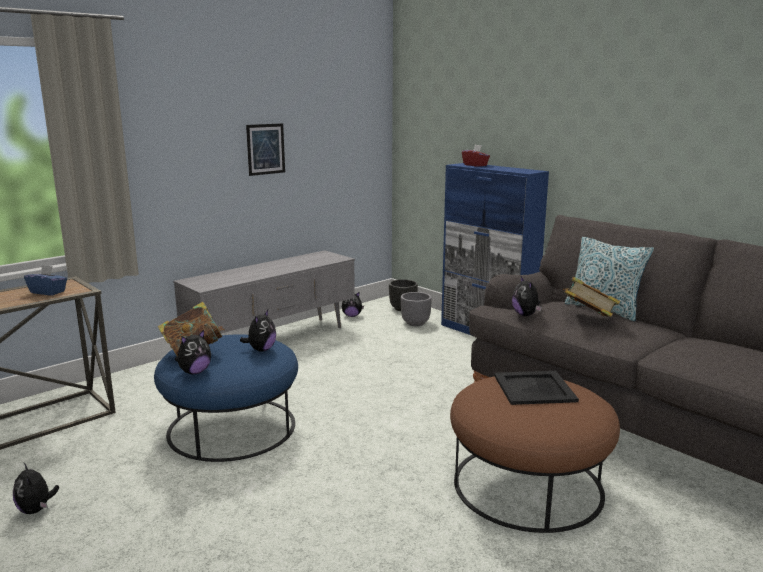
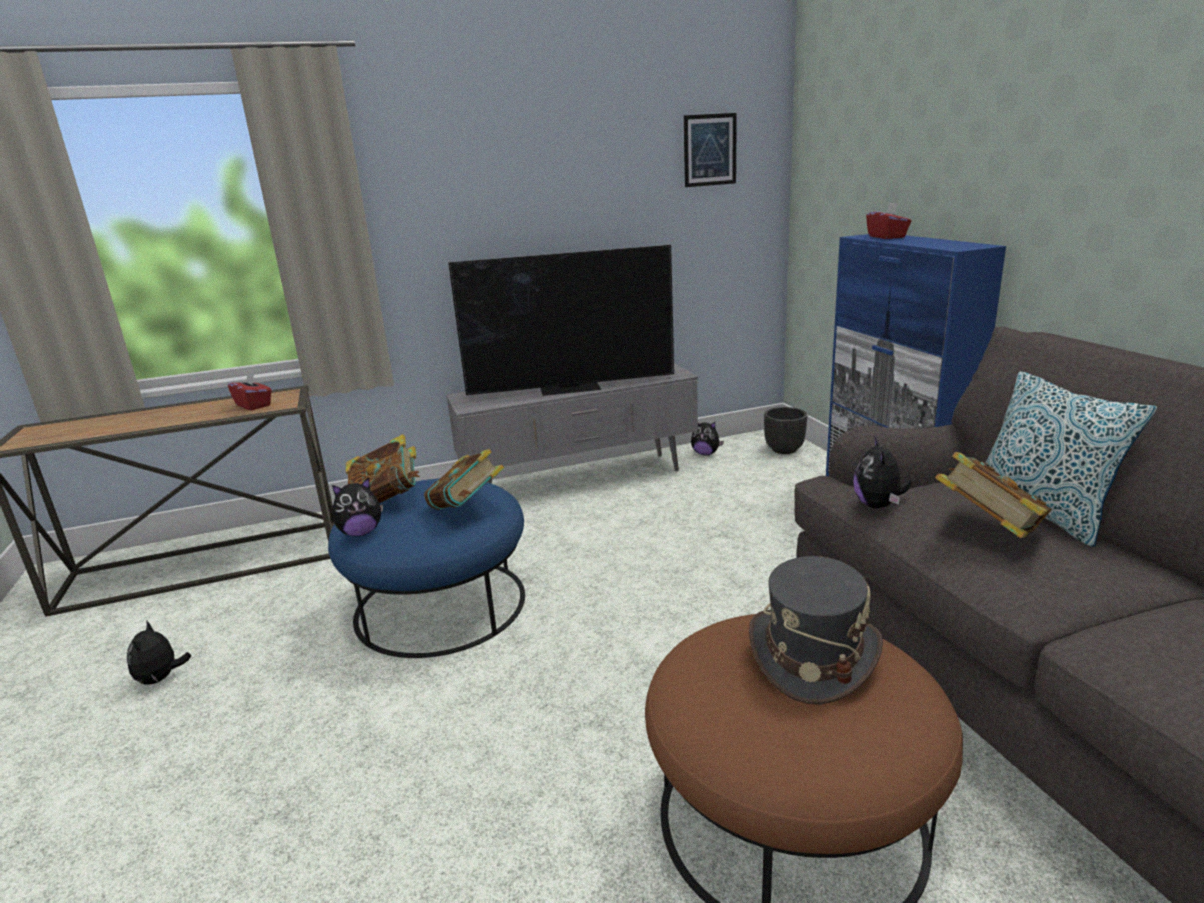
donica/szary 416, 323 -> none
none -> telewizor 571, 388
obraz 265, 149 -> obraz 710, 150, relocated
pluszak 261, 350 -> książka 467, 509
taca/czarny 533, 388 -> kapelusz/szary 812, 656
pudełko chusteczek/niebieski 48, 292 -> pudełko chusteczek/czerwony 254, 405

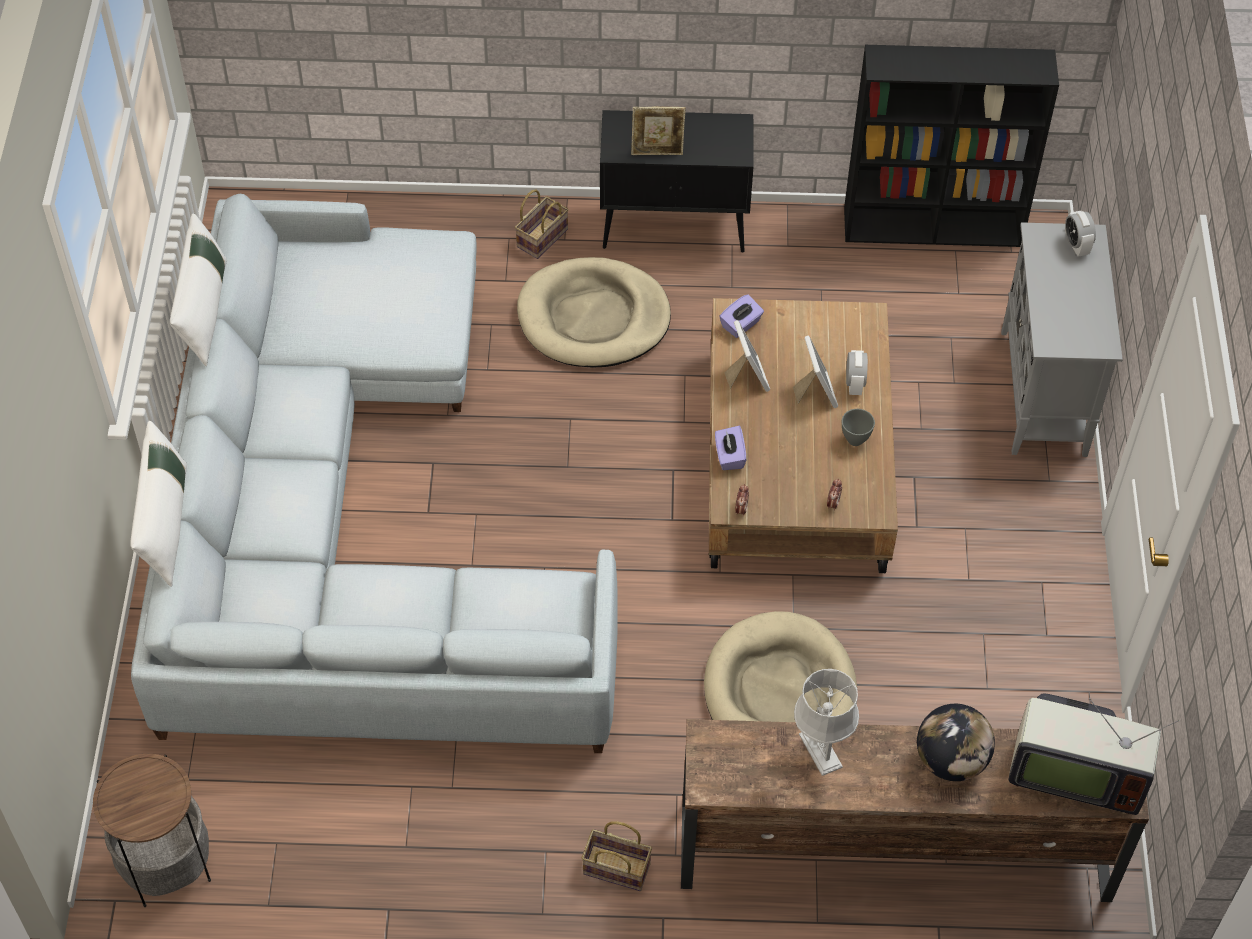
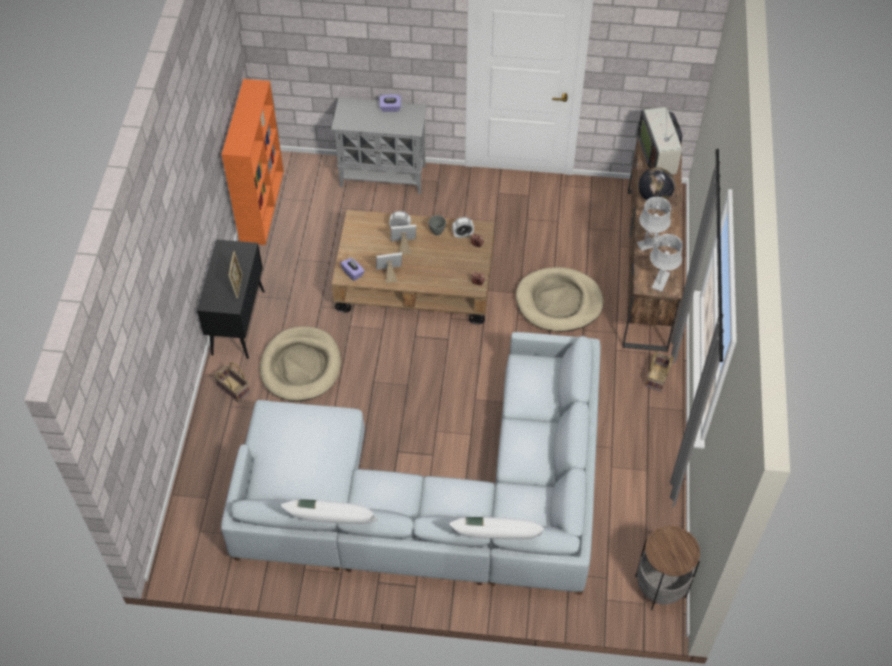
none -> lampa stołowa/szary 660, 281
pudełko chusteczek/fioletowy 729, 456 -> pudełko chusteczek/fioletowy 390, 108, relocated
budzik 1076, 246 -> budzik 462, 235, relocated
regał/czarny 934, 226 -> regał/pomarańczowy 262, 205
telewizor 1074, 772 -> telewizor 659, 155, 150 degrees clockwise

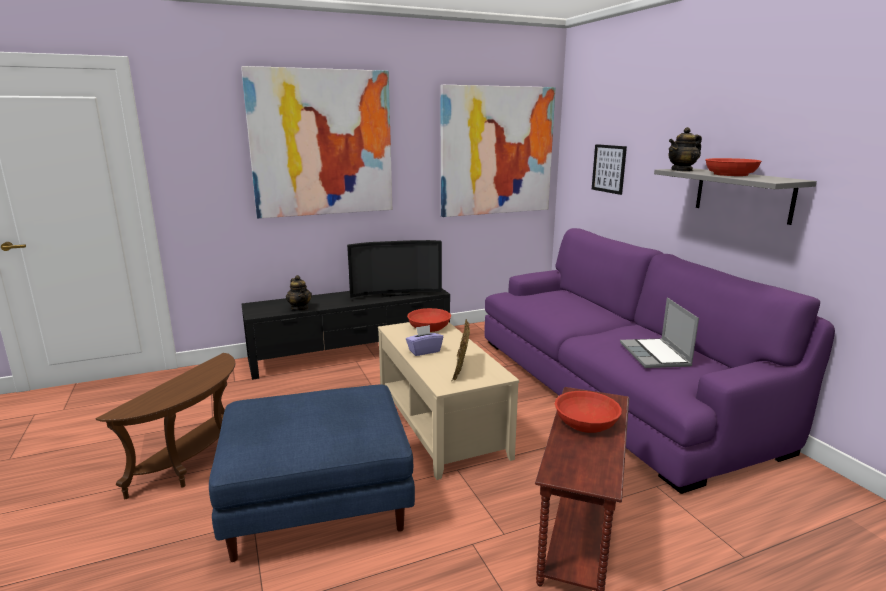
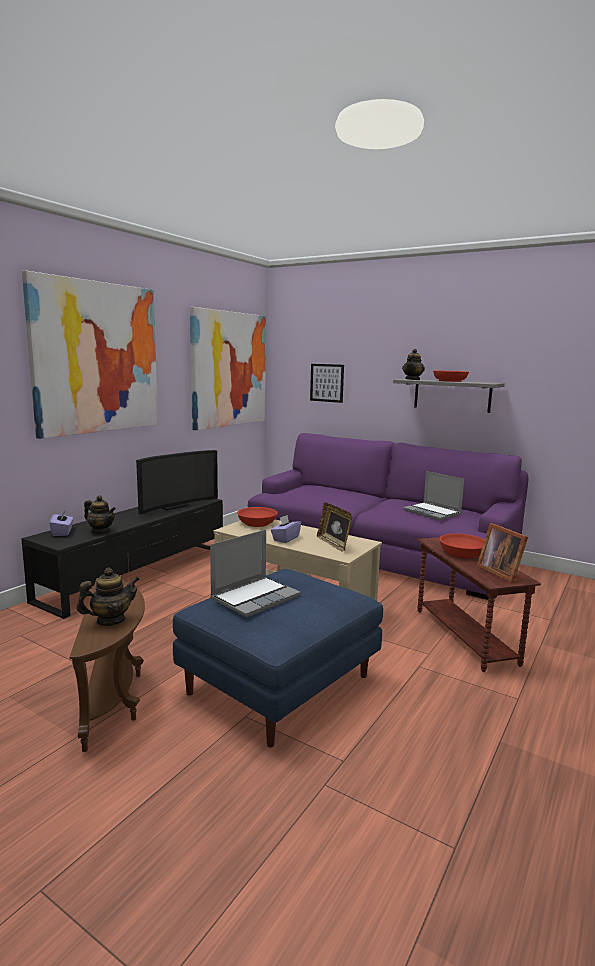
none -> pudełko chusteczek/fioletowy 62, 532
none -> imbryk 110, 620
none -> laptop 255, 597
none -> ramka na zdjęcie 500, 572

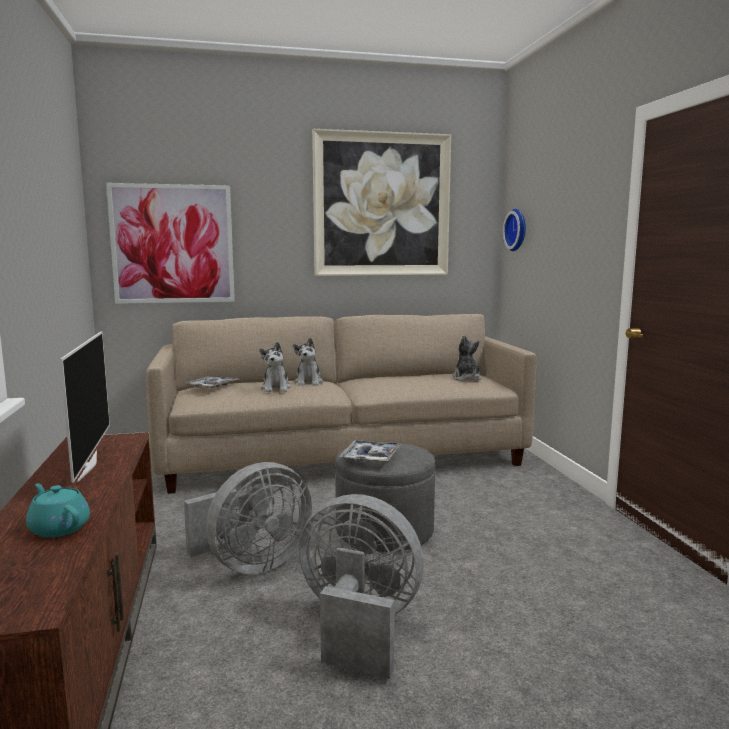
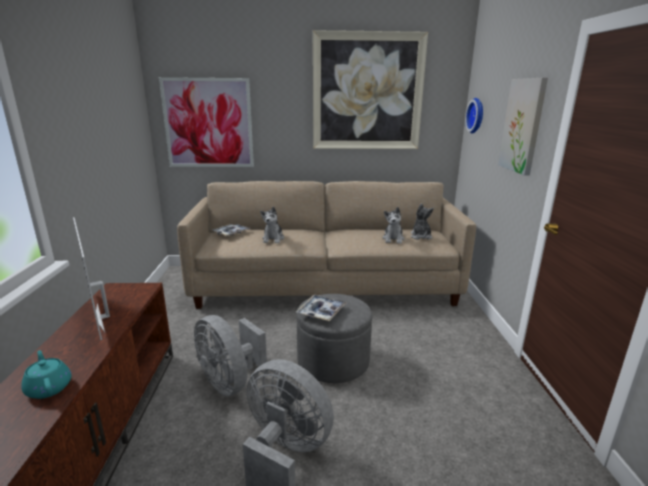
none -> obraz 523, 125
pluszak 308, 382 -> pluszak 393, 239, relocated
telewizor 86, 465 -> telewizor 102, 317, 150 degrees clockwise
wentylator/szary 252, 564 -> wentylator/szary 230, 382, 75 degrees clockwise

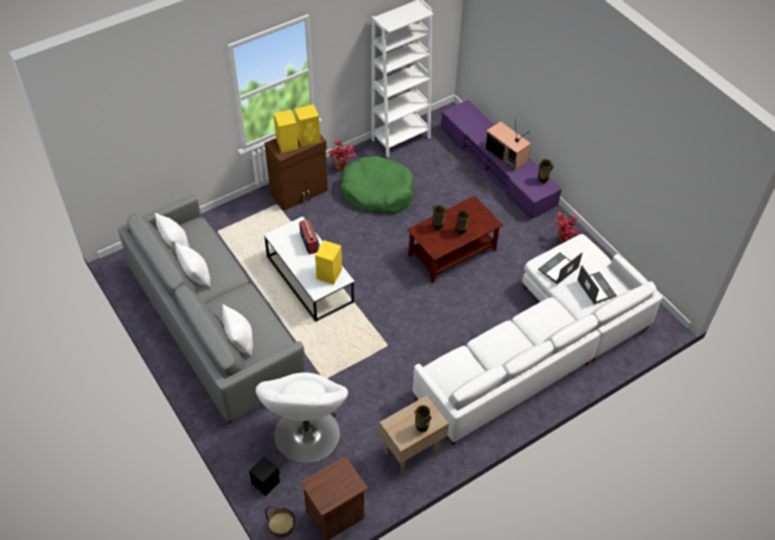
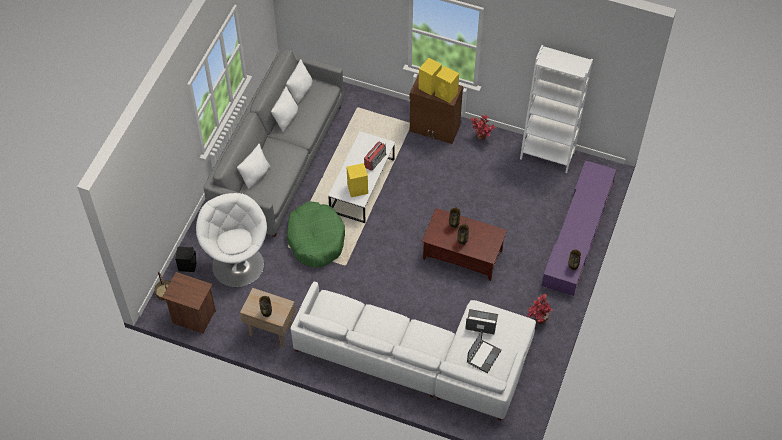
telewizor 507, 154 -> none
legowisko/zielony 377, 192 -> legowisko/zielony 316, 239, relocated
fotel/biały 306, 435 -> fotel/biały 238, 264, 105 degrees clockwise

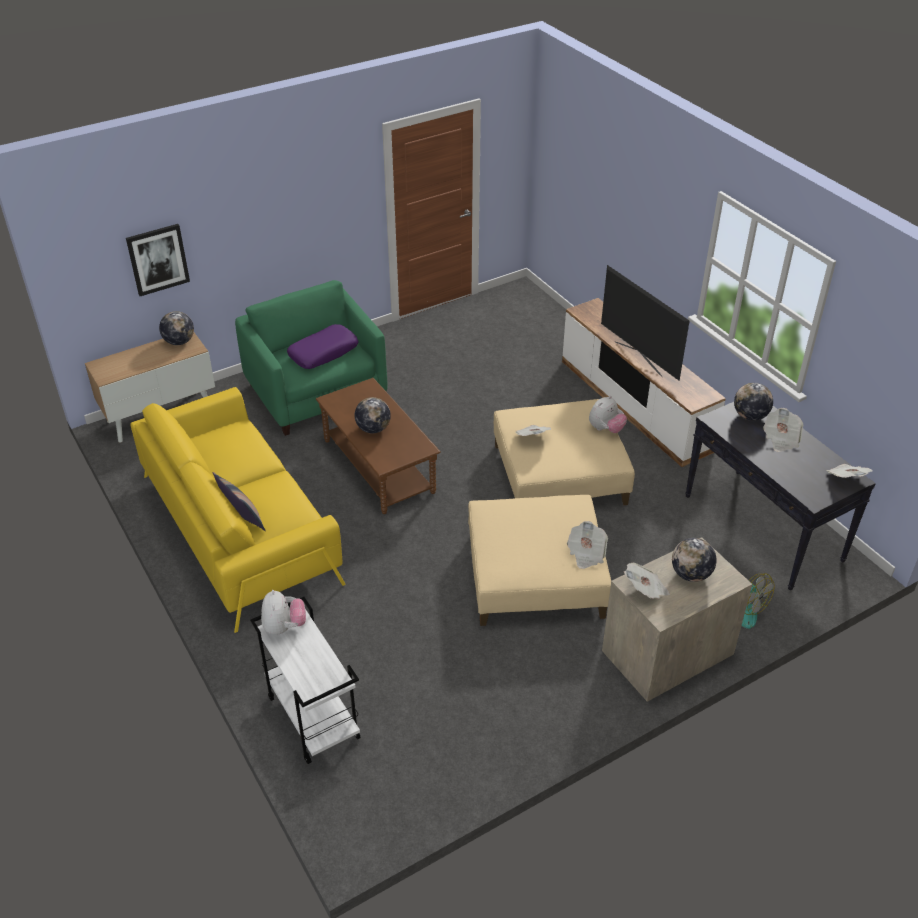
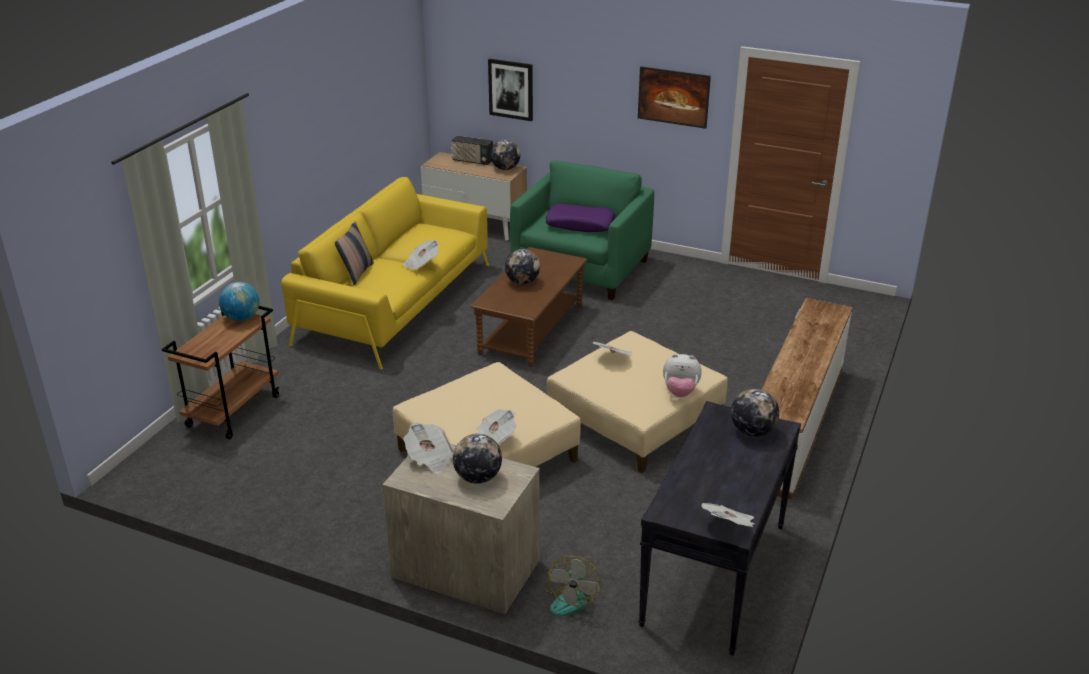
telewizor 638, 358 -> none
none -> radio 472, 161
none -> obraz 672, 110
gazeta 780, 439 -> gazeta 421, 264, relocated
pluszak 284, 627 -> globus 242, 318
wózek/biały 312, 717 -> wózek/brązowy 233, 411

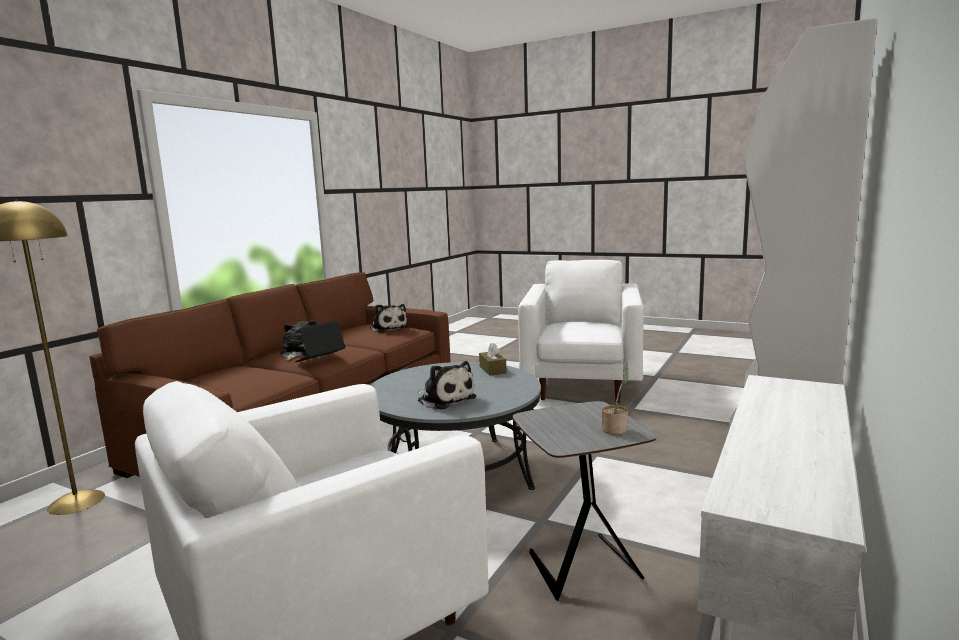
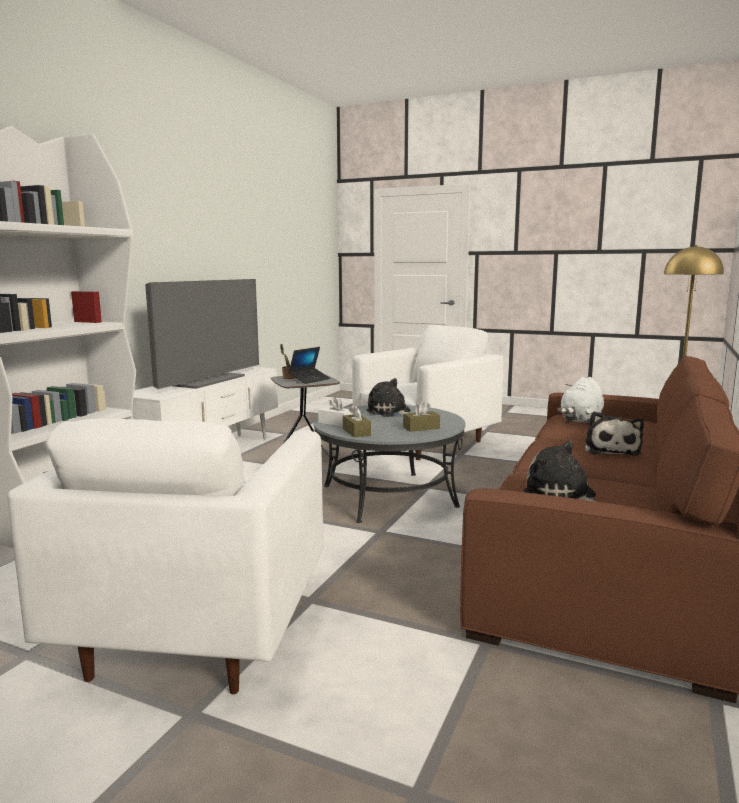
none -> telewizor 207, 380
none -> pudełko chusteczek/biały 336, 423
none -> pudełko chusteczek/brązowy 421, 428
none -> pluszak/biały 581, 420
laptop 320, 359 -> laptop 309, 380, relocated

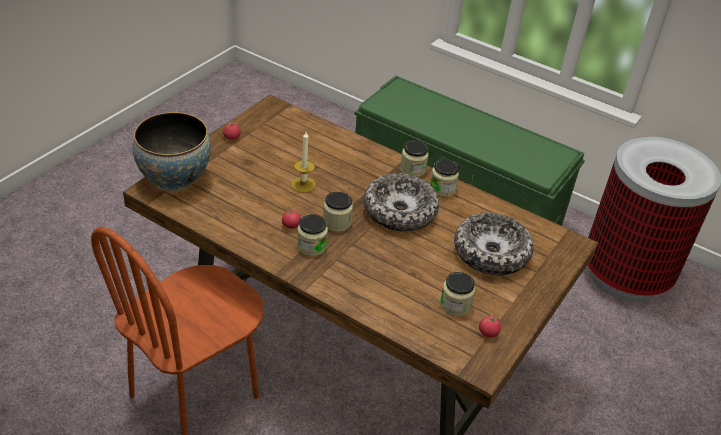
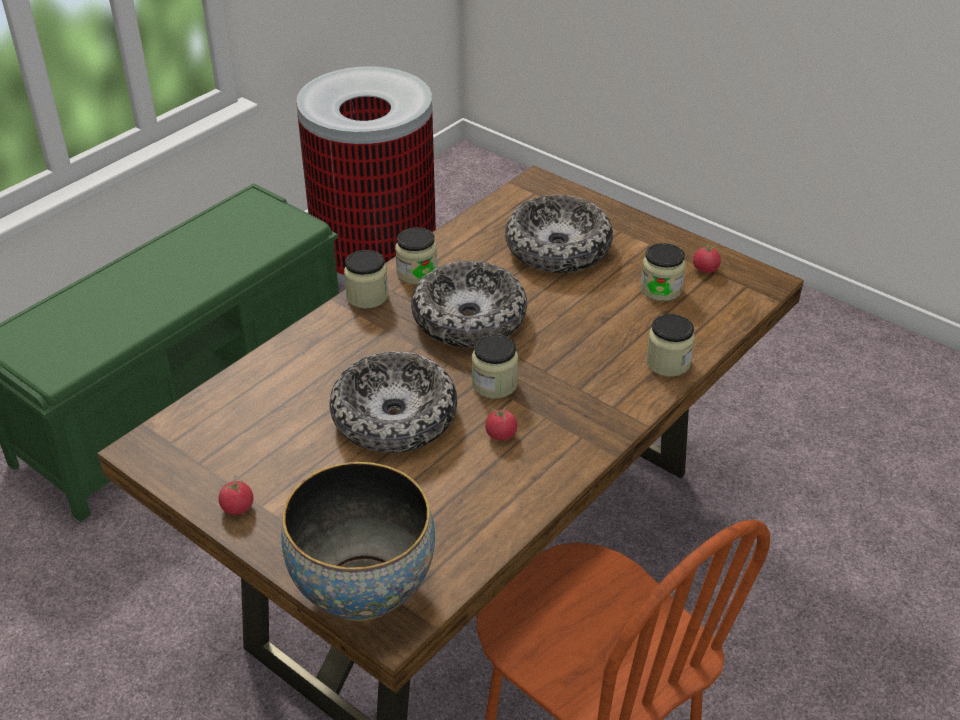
słoik 311, 246 -> słoik 668, 363, relocated
świeca 303, 184 -> miska 394, 416

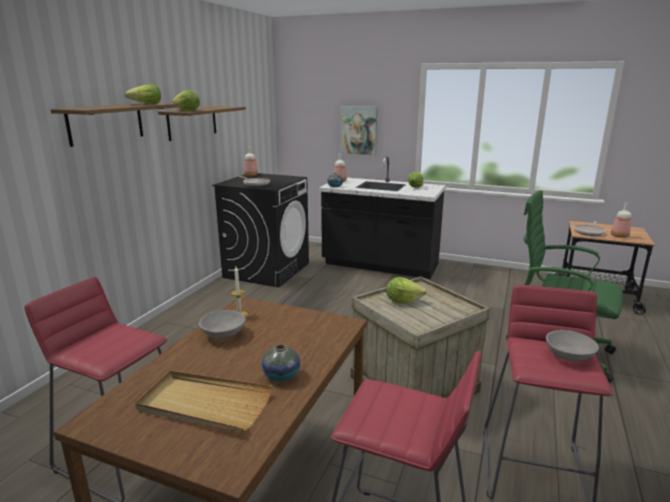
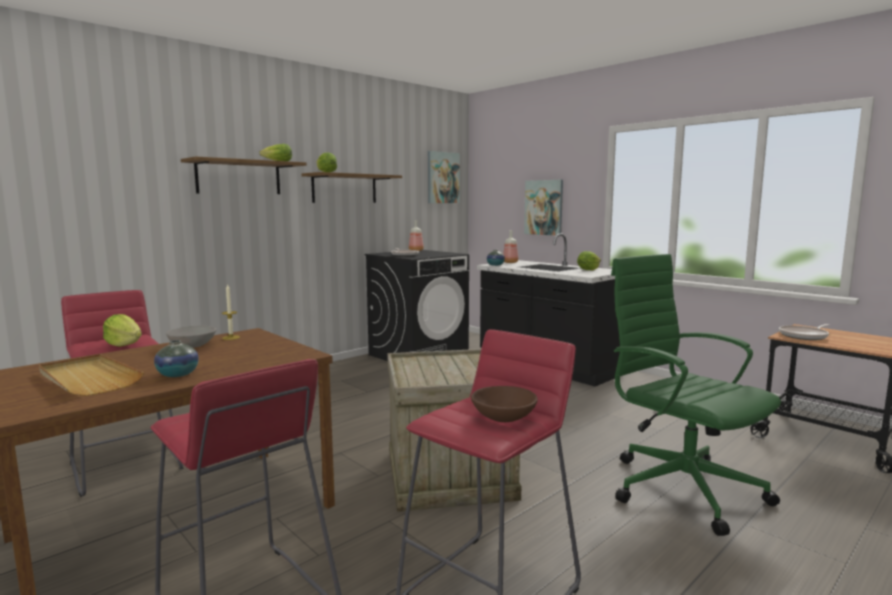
butelka 618, 236 -> none
none -> obraz 442, 177
sałata 402, 301 -> sałata 124, 345, relocated
miska/szary 568, 356 -> miska/brązowy 503, 418

